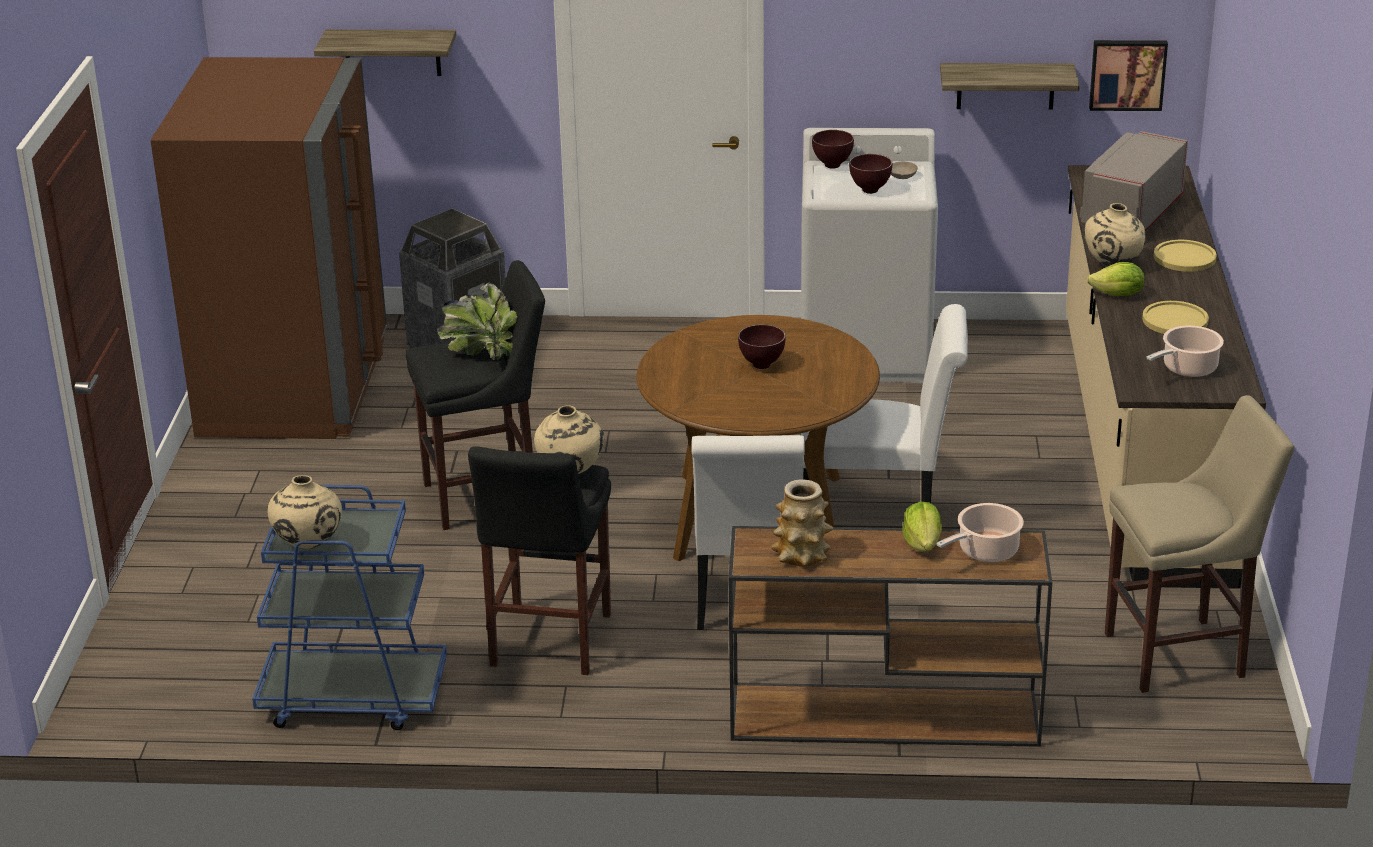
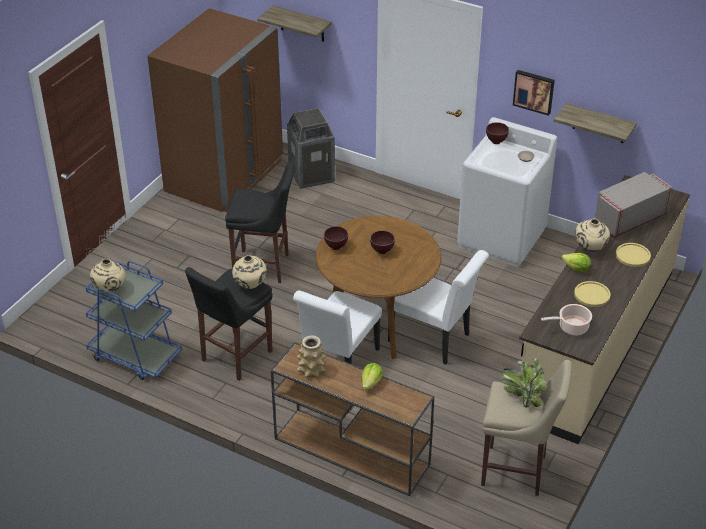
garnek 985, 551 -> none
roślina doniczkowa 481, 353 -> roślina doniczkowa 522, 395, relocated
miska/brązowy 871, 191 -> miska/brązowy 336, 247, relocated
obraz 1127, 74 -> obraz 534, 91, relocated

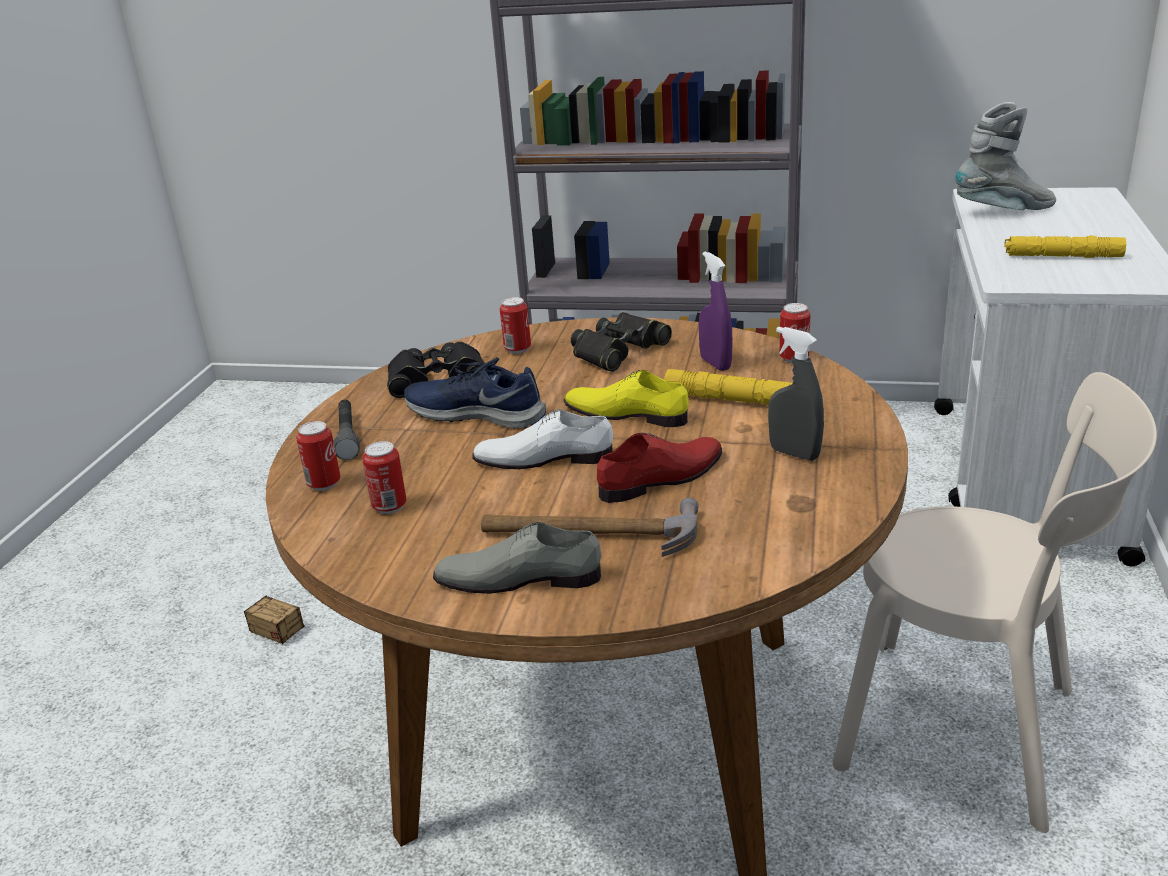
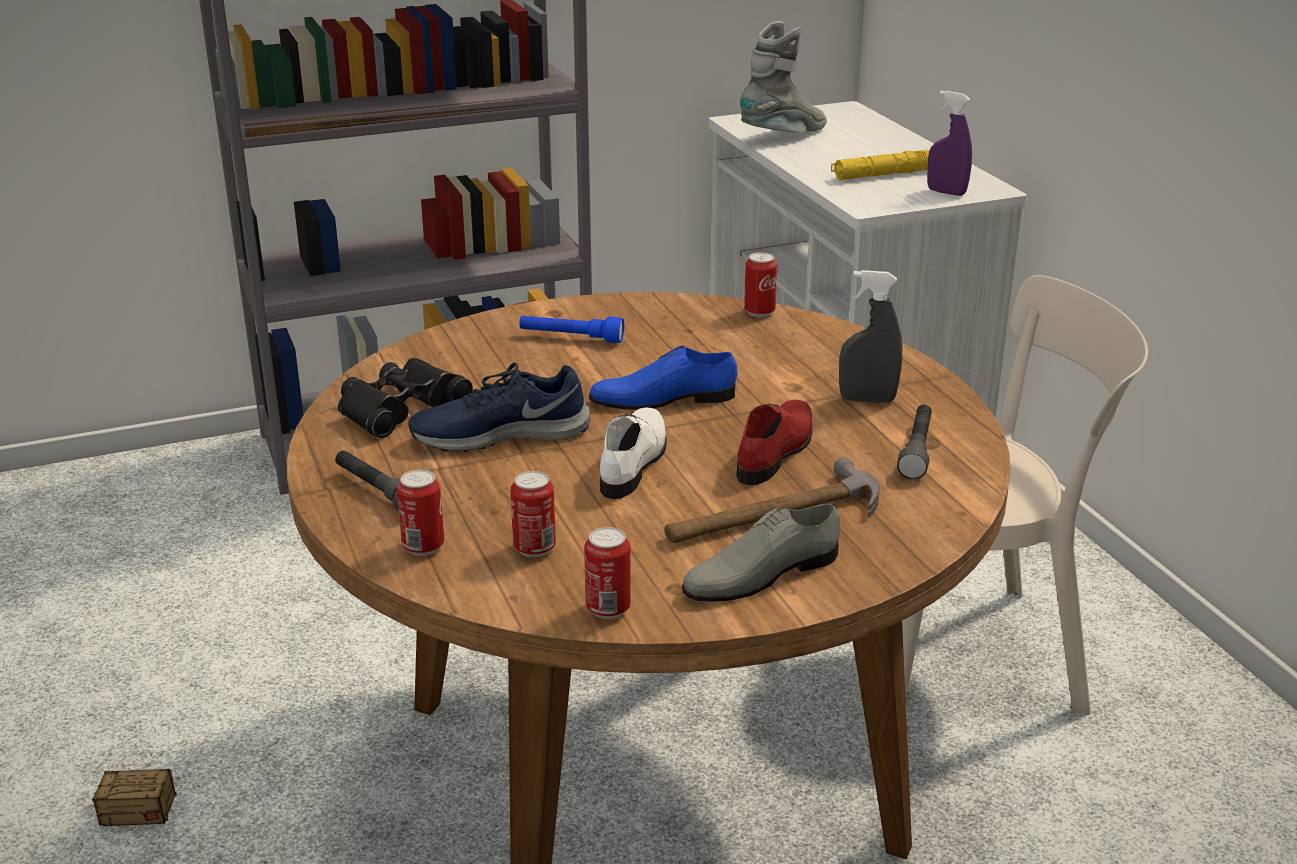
latarka/żółty 733, 400 -> none
none -> latarka/szary 917, 451
puszka 517, 349 -> puszka 608, 609, relocated
spryskiwacz/fioletowy 715, 364 -> spryskiwacz/fioletowy 946, 192, relocated
lornetka/czarny 618, 351 -> latarka/niebieski 571, 338
but/żółty 627, 412 -> but/niebieski 662, 397
but/biały 544, 457 -> but/biały 635, 459, 135 degrees clockwise

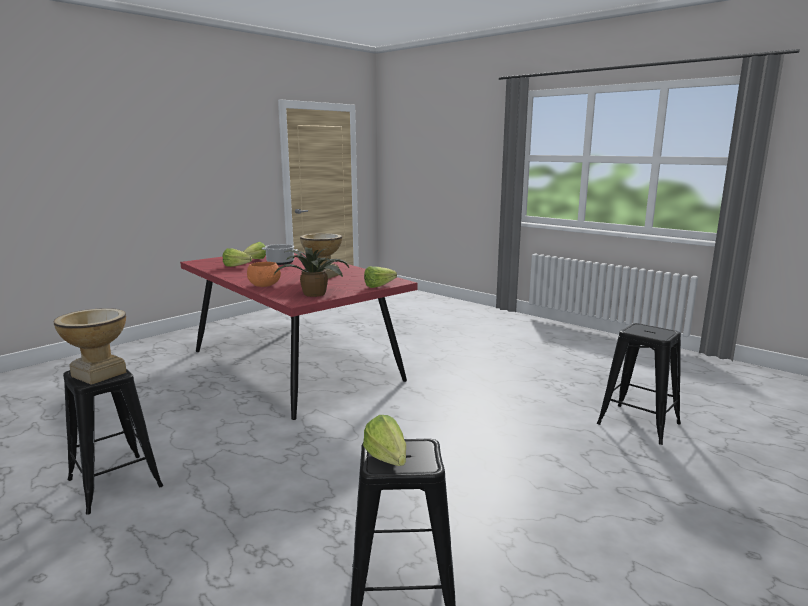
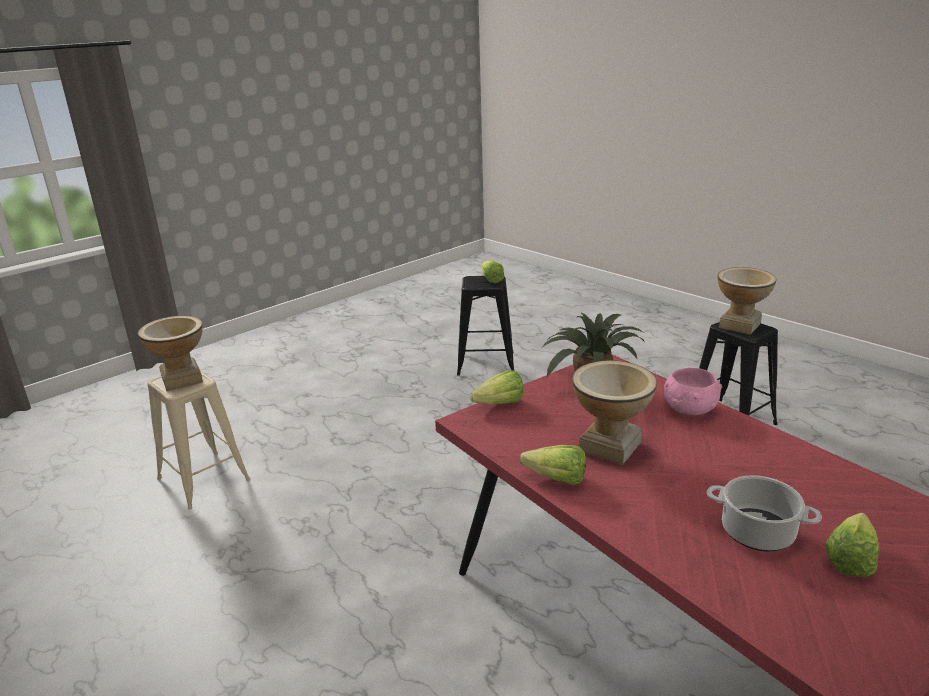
none -> wazon 182, 379
sałata 238, 267 -> sałata 552, 478, relocated
miska/pomarańczowy 265, 285 -> miska/różowy 689, 409
stołek/czarny 638, 424 -> stołek/beżowy 203, 479

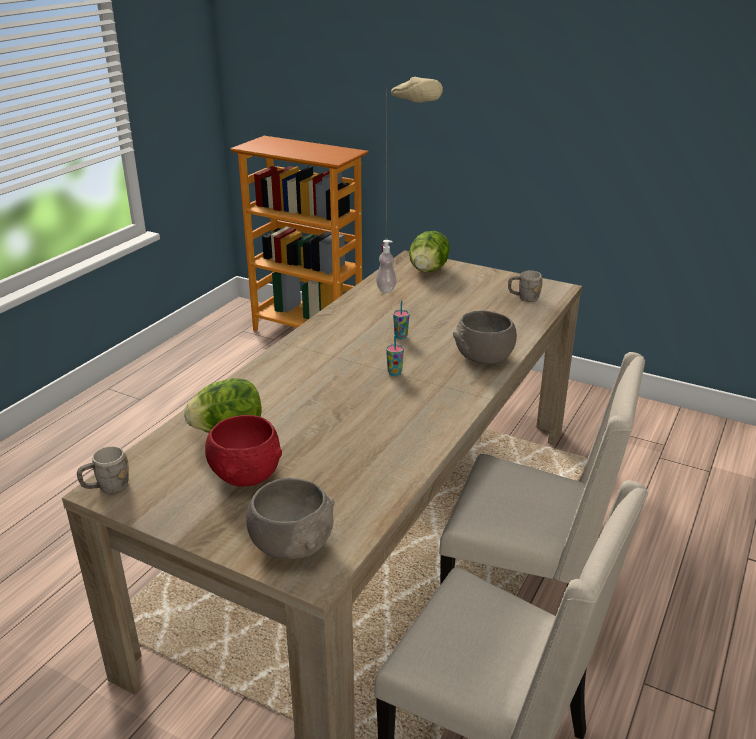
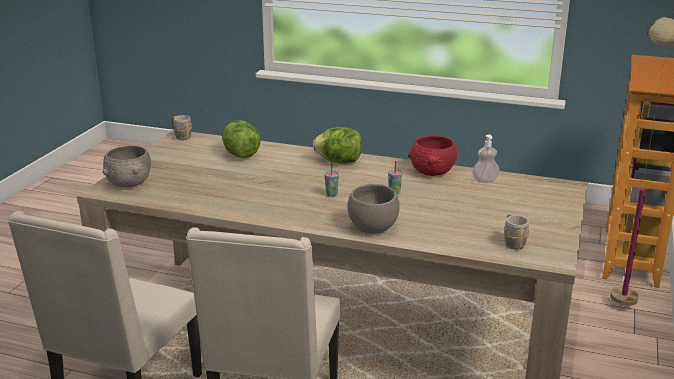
miska/czerwony 246, 474 -> miska/czerwony 432, 172, relocated
sałata 428, 270 -> sałata 339, 161, relocated

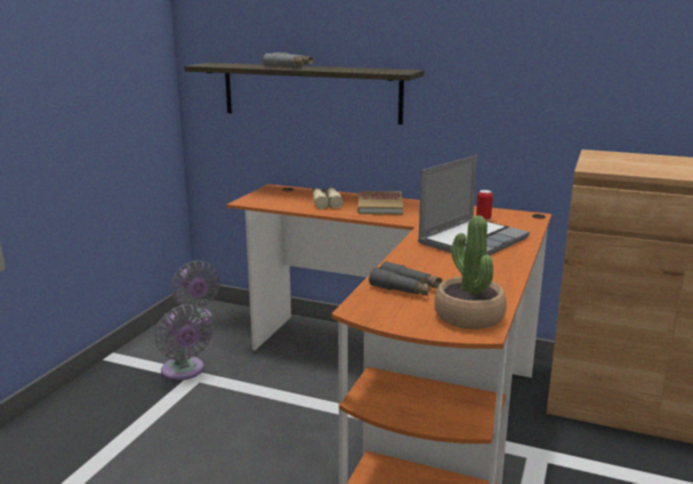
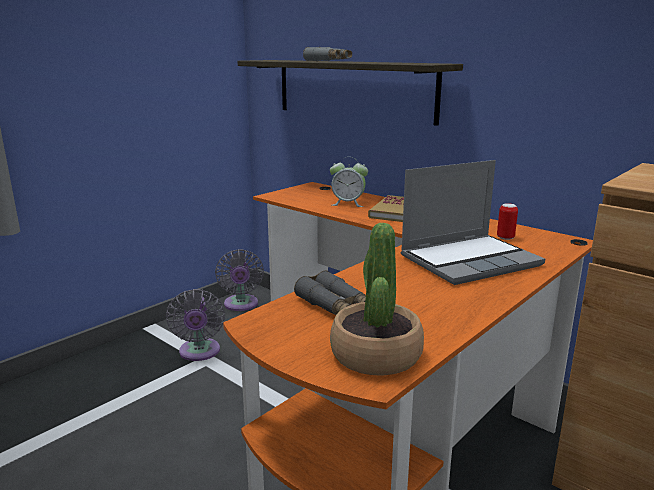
lornetka/beżowy 326, 202 -> budzik 348, 203

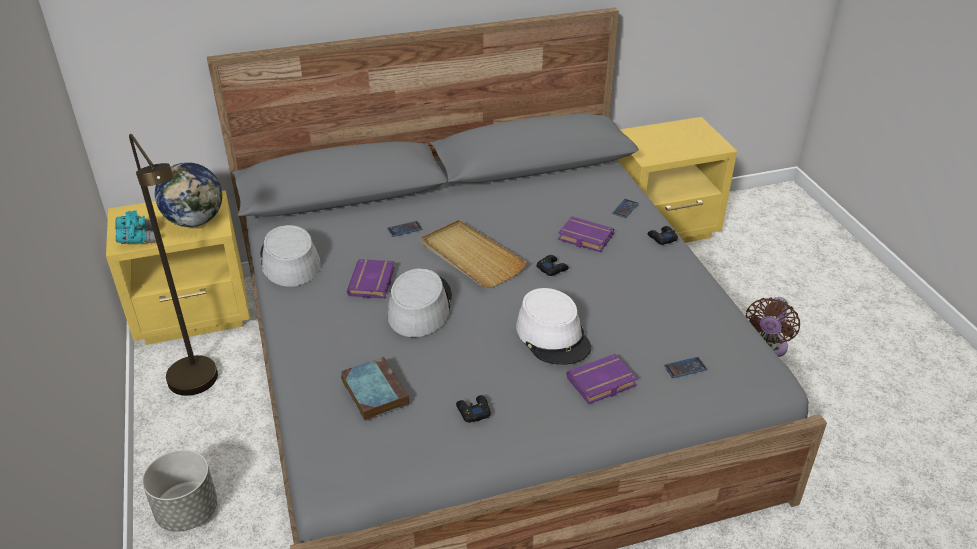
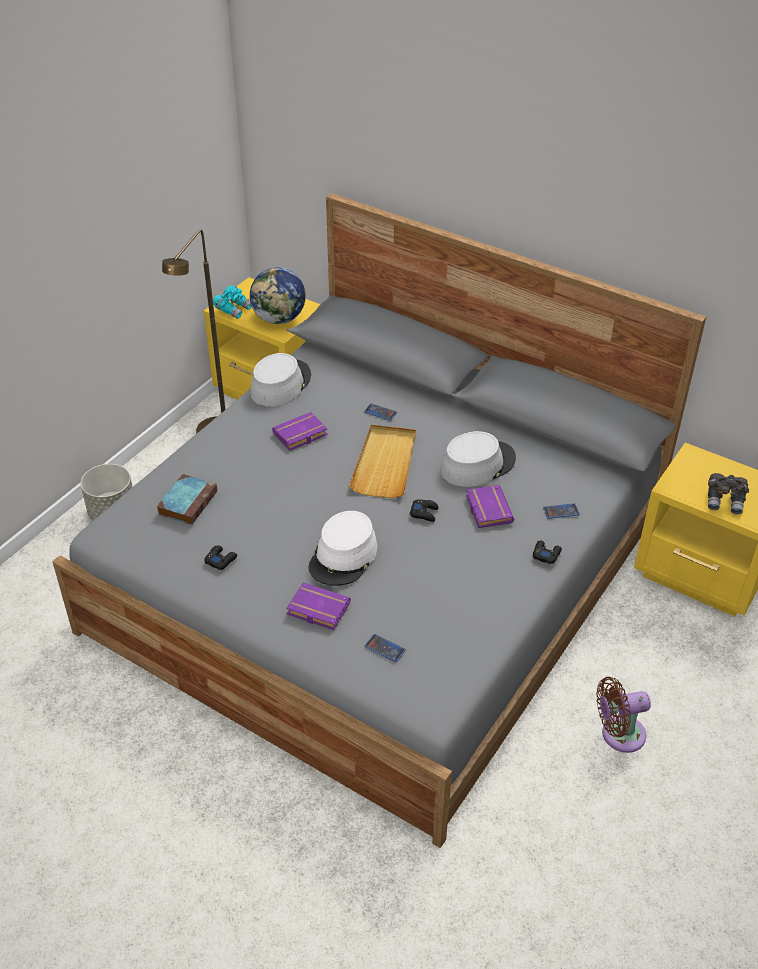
none -> lornetka/szary 725, 501
kapelusz/szary 419, 306 -> kapelusz/szary 477, 464, relocated

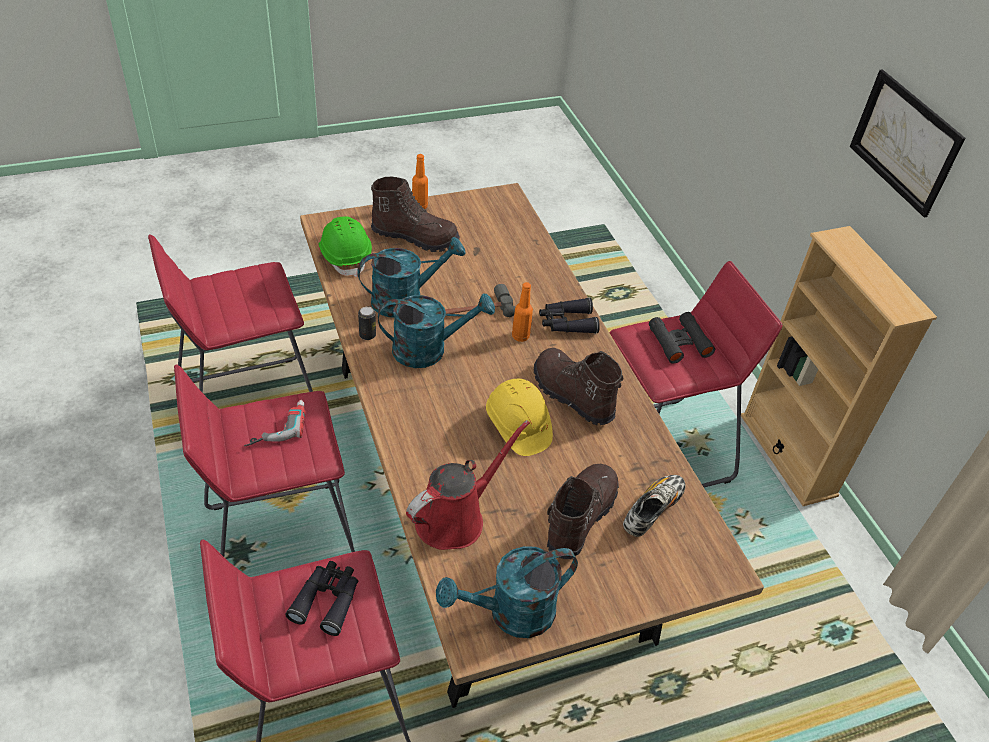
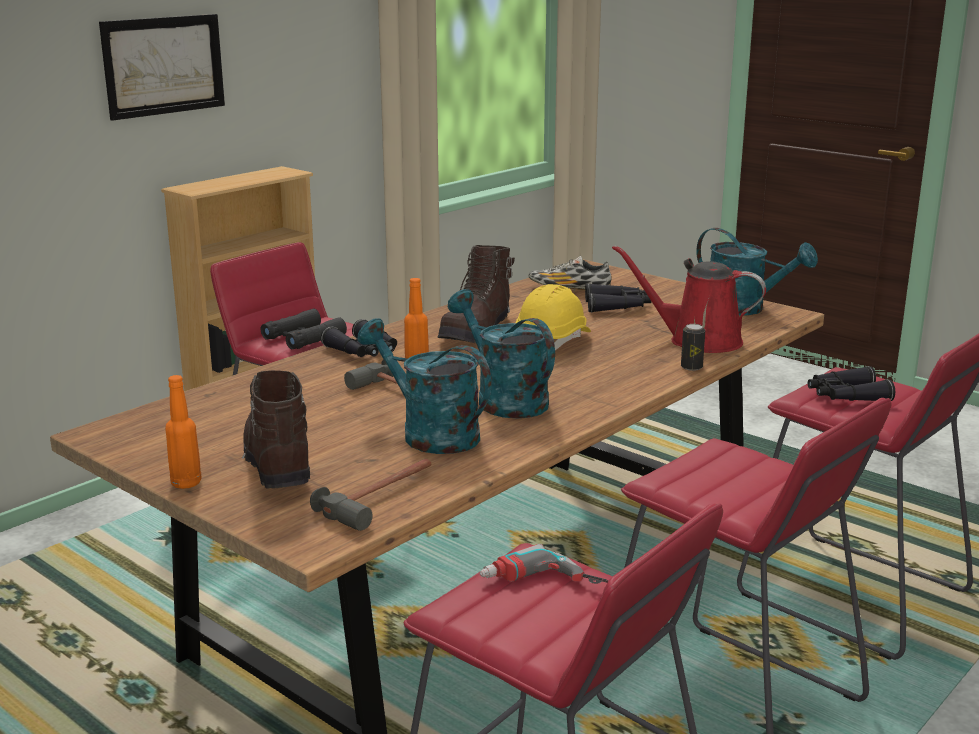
wiertarka 276, 426 -> wiertarka 543, 586, relocated
puszka 367, 335 -> puszka 691, 367, relocated
kask/zielony 345, 256 -> młotek 382, 498
but z cholewką/brązowy 579, 517 -> lornetka/czarny 618, 307

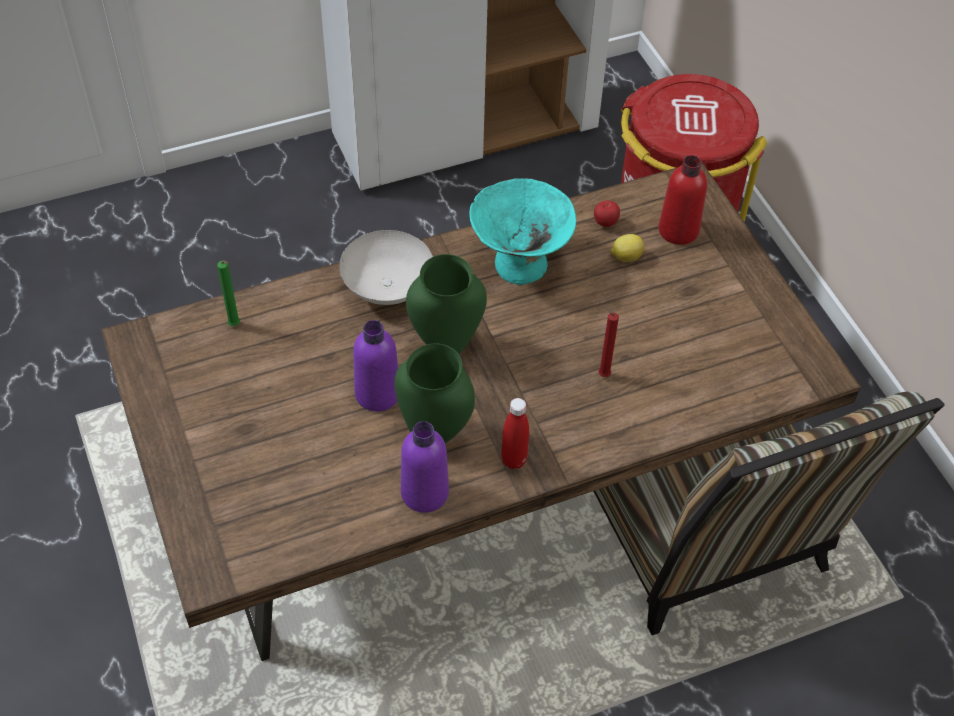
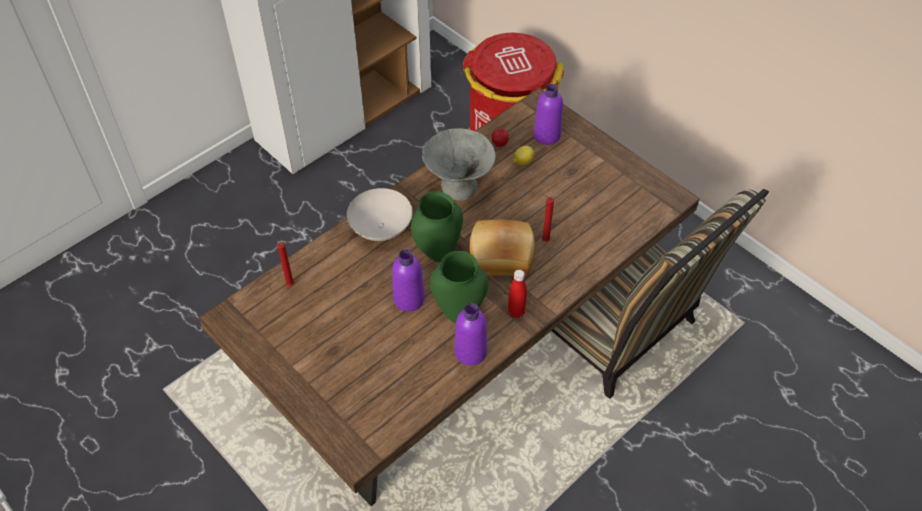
none -> chleb 501, 257
świeca/zielony 235, 326 -> świeca/czerwony 291, 285
miska/turkusowy 519, 263 -> miska/szary 458, 186
butelka/czerwony 678, 230 -> butelka/fioletowy 547, 135

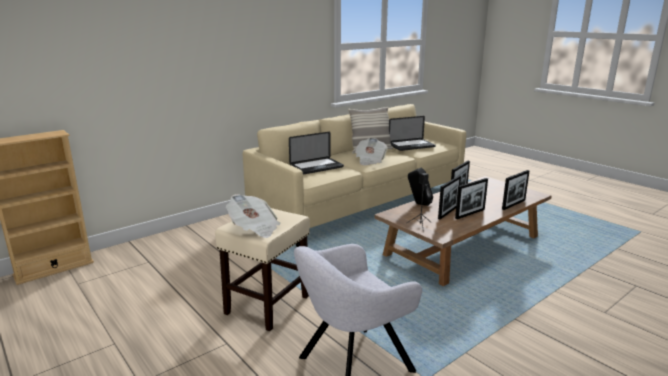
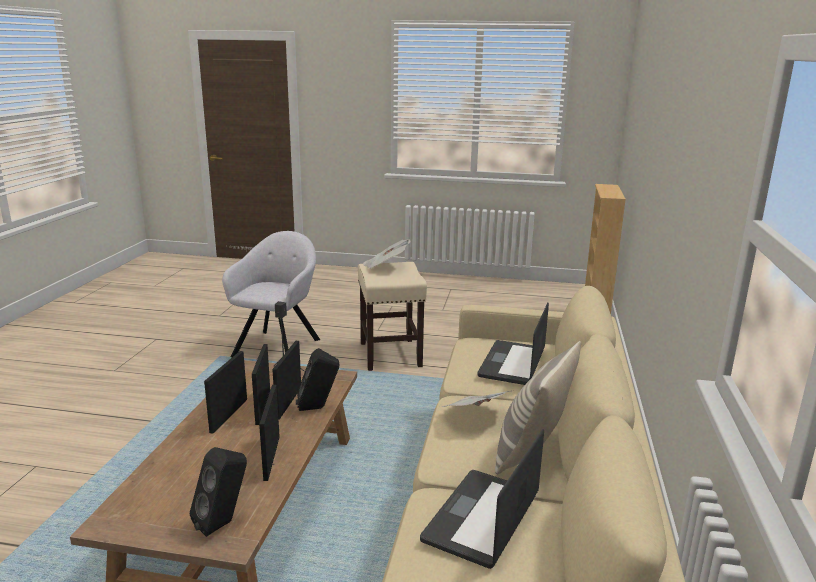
none -> głośnik/czarny 223, 523
ramka na zdjęcie 513, 204 -> ramka na zdjęcie 289, 402, relocated

